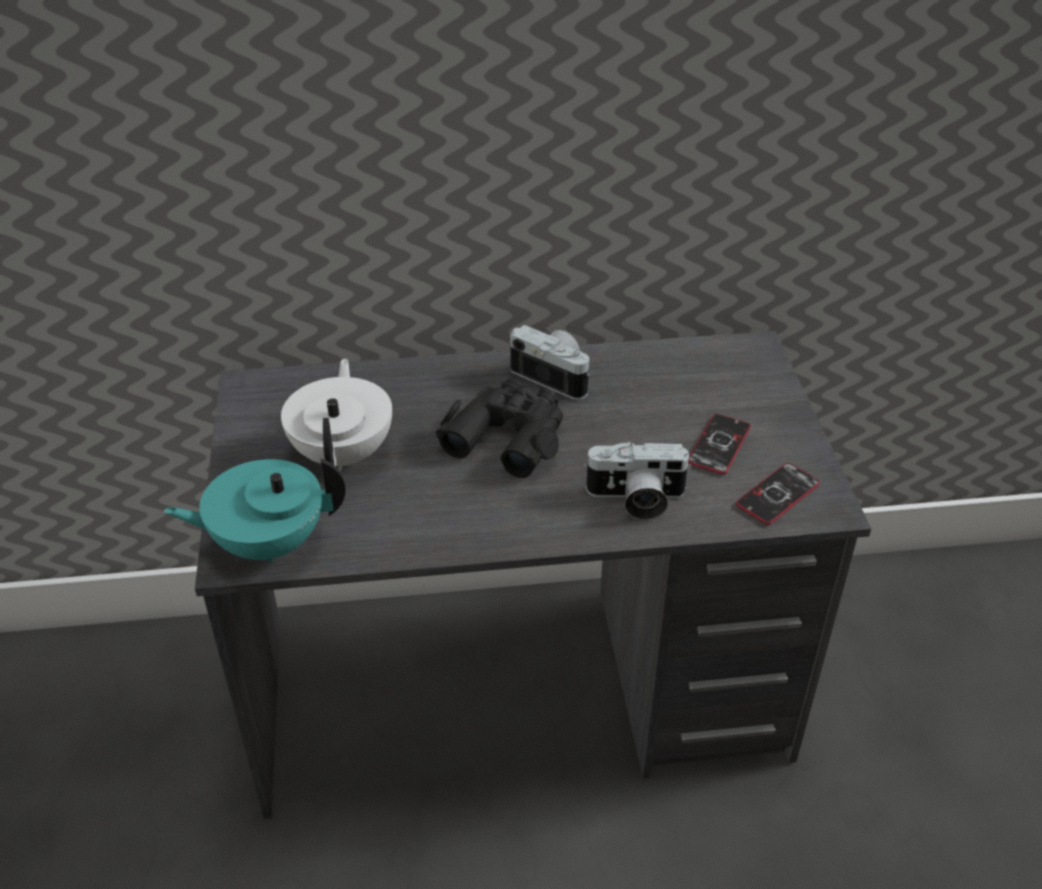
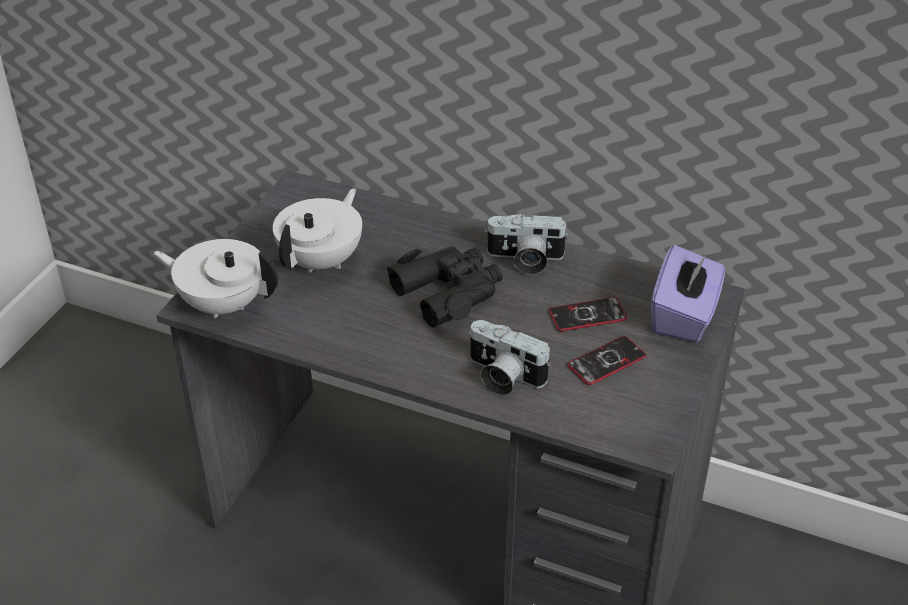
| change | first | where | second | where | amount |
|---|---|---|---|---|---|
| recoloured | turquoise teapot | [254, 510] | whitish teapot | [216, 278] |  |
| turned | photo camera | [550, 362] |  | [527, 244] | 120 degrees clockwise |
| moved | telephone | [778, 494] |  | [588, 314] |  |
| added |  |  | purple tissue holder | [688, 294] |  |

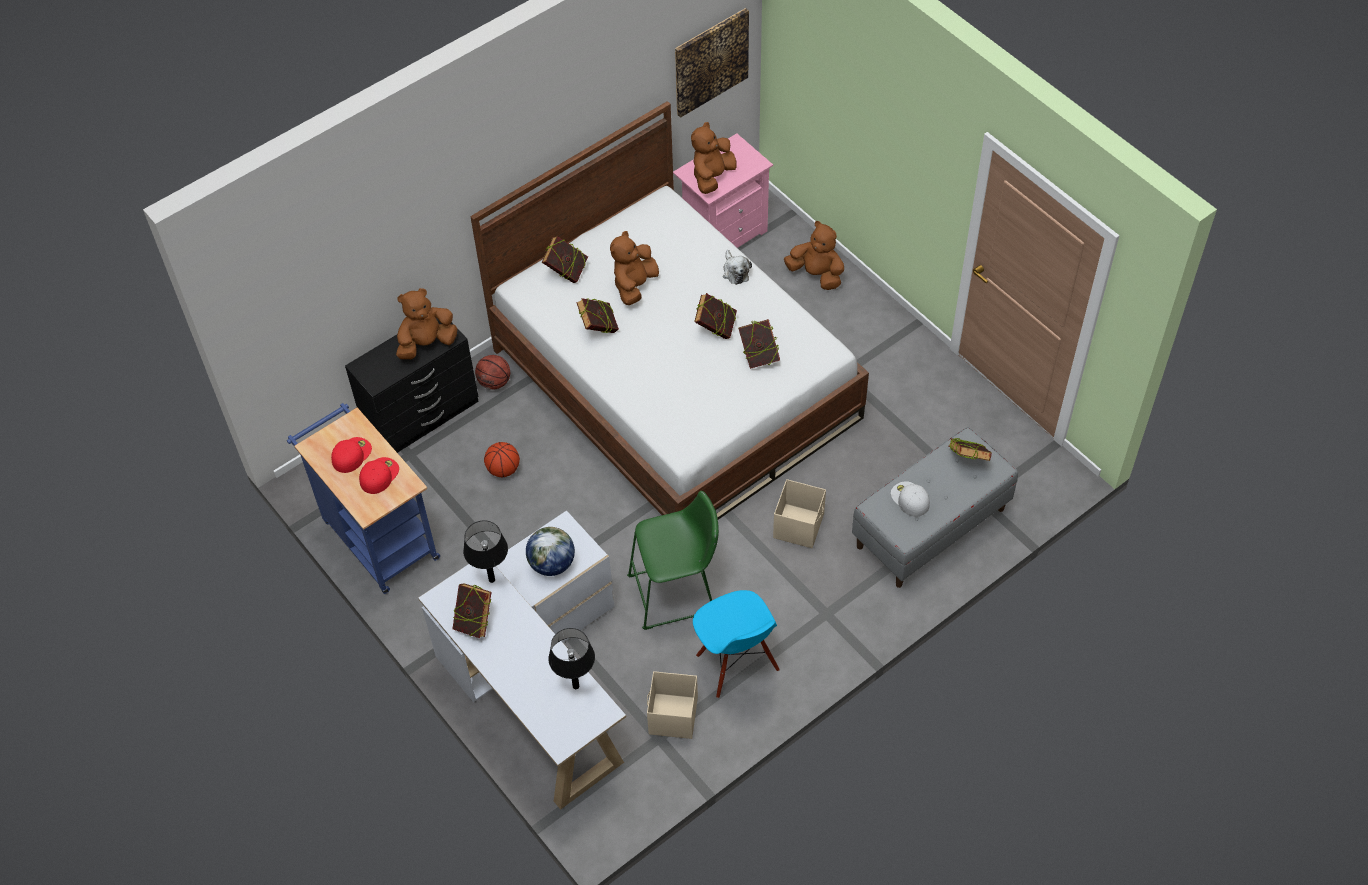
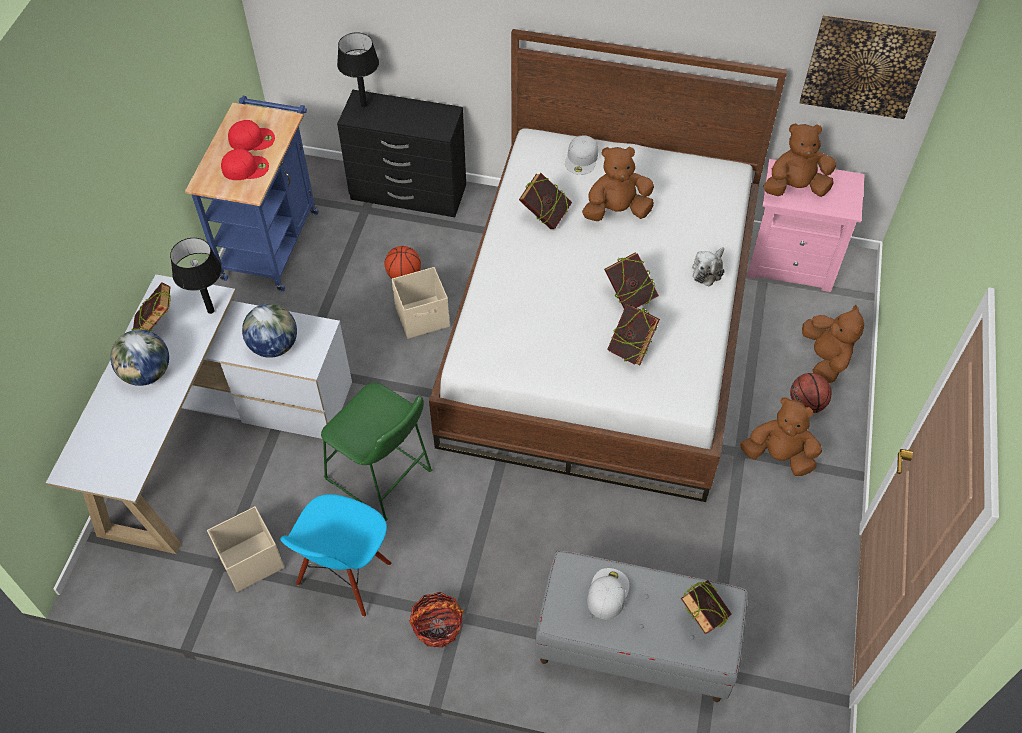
| change | first | where | second | where | amount |
|---|---|---|---|---|---|
| moved | brown cuddly toy | [426, 323] |  | [781, 436] |  |
| moved | basketball | [492, 372] |  | [811, 393] |  |
| replaced | book | [565, 259] | whitish baseball cap | [581, 155] |  |
| moved | blackish lamp for a table | [572, 658] |  | [358, 70] |  |
| moved | beige-coloured storage container | [799, 513] |  | [420, 303] |  |
| added |  |  | world globe | [139, 358] |  |
| added |  |  | storage basket | [436, 620] |  |

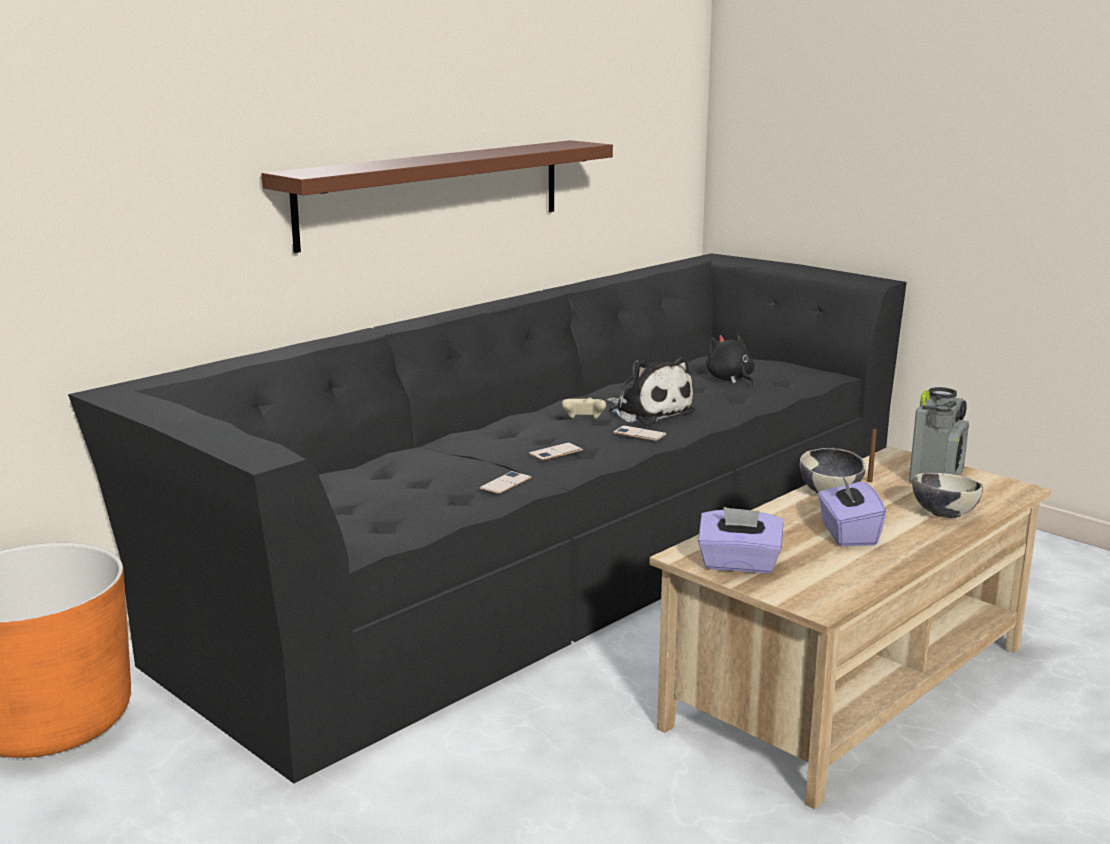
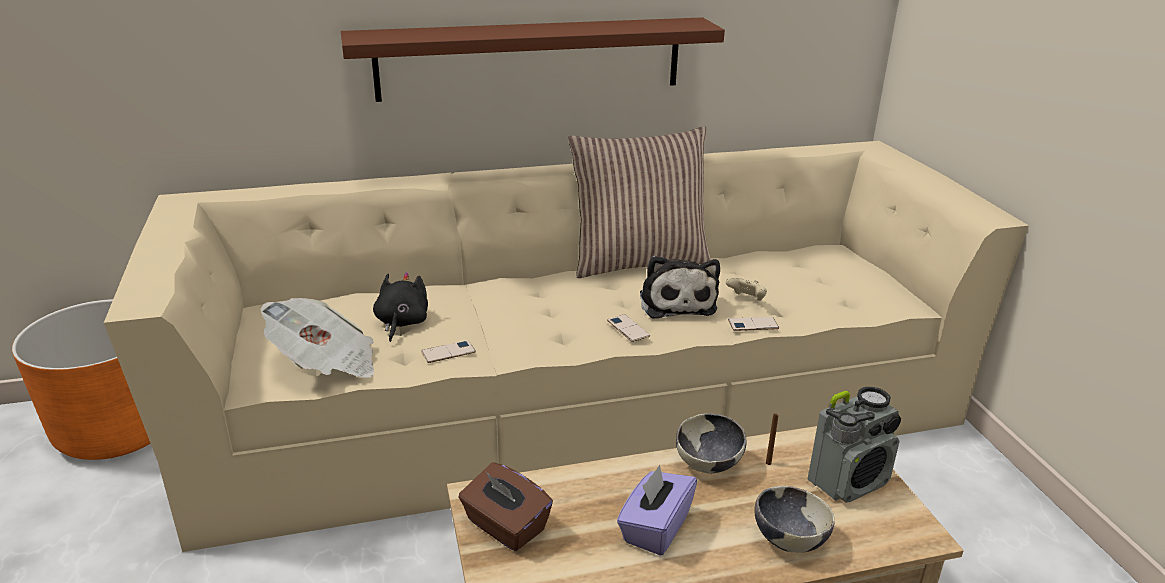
| change | first | where | second | where | amount |
|---|---|---|---|---|---|
| recoloured | blackish settee | [487, 518] | beige-coloured settee | [566, 346] |  |
| moved | telephone | [555, 452] |  | [753, 324] |  |
| moved | beige-coloured gamepad | [584, 408] |  | [746, 289] |  |
| recoloured | purple tissue holder | [741, 540] | brown tissue holder | [505, 507] |  |
| moved | blackish cuddly toy | [730, 360] |  | [400, 307] |  |
| added |  |  | newspaper | [317, 338] |  |
| added |  |  | cushion | [639, 202] |  |

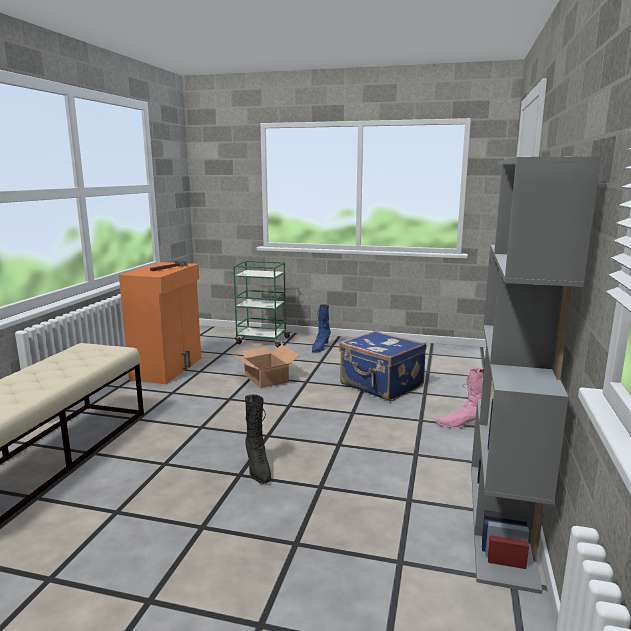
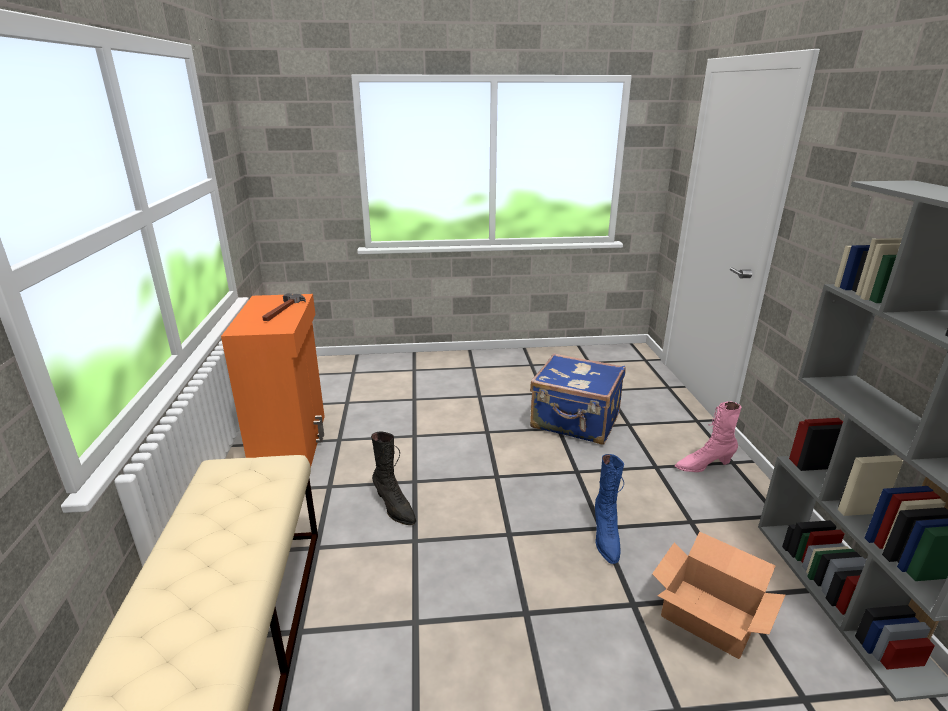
| change | first | where | second | where | amount |
|---|---|---|---|---|---|
| removed | green wheeled cart | [262, 304] |  |  |  |
| moved | packing box | [266, 366] |  | [718, 595] |  |
| moved | blackish high-top boot | [258, 439] |  | [393, 478] |  |
| moved | blue high-top boot | [321, 328] |  | [609, 509] |  |

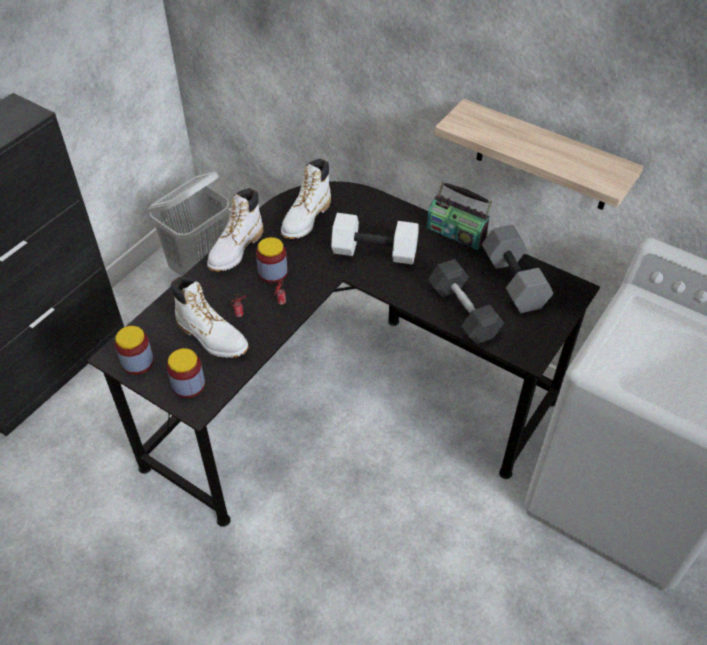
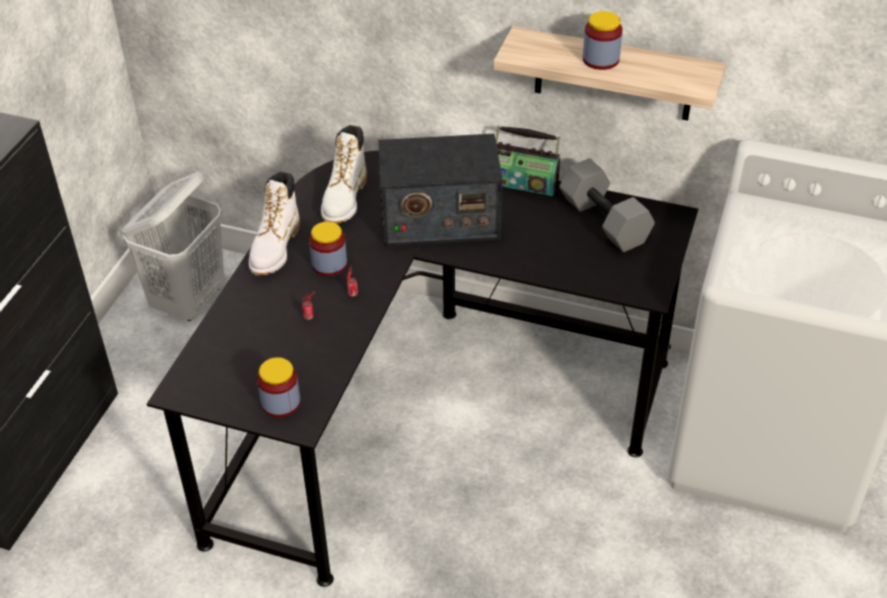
| change | first | where | second | where | amount |
|---|---|---|---|---|---|
| moved | jar | [134, 350] |  | [603, 40] |  |
| removed | whitish high-top boot | [210, 317] |  |  |  |
| replaced | whitish dumbbell | [375, 239] | radio | [440, 190] |  |
| removed | blackish dumbbell | [466, 301] |  |  |  |

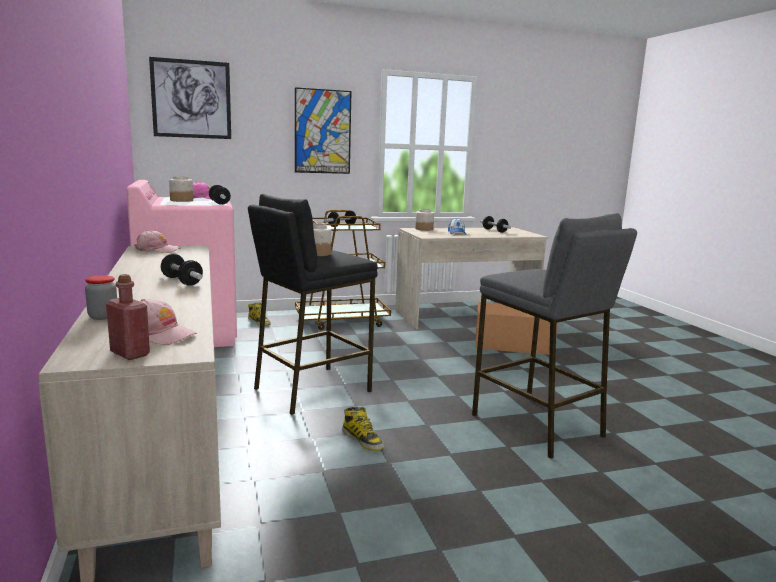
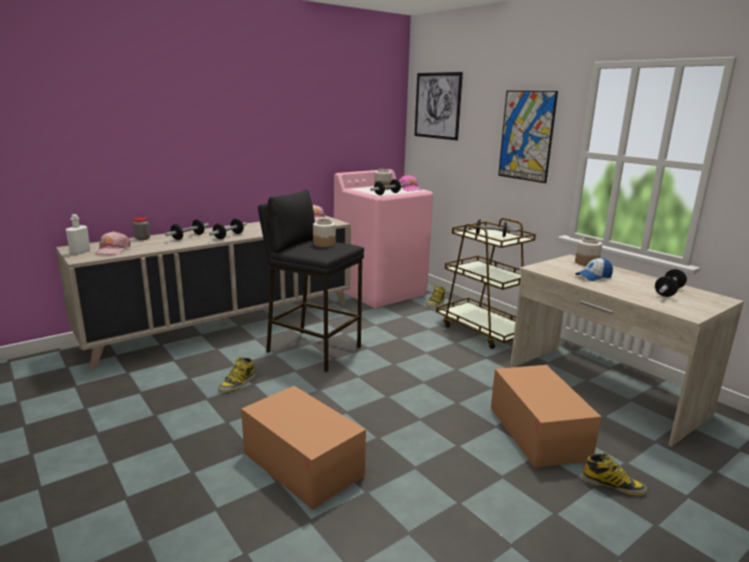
| change | first | where | second | where | amount |
|---|---|---|---|---|---|
| recoloured | red-coloured beverage bottle | [128, 317] | whitish beverage bottle | [78, 234] |  |
| replaced | grey stool | [554, 336] | packing box | [303, 448] |  |
| added |  |  | dumbbell | [187, 229] |  |
| added |  |  | high-top boot | [614, 474] |  |

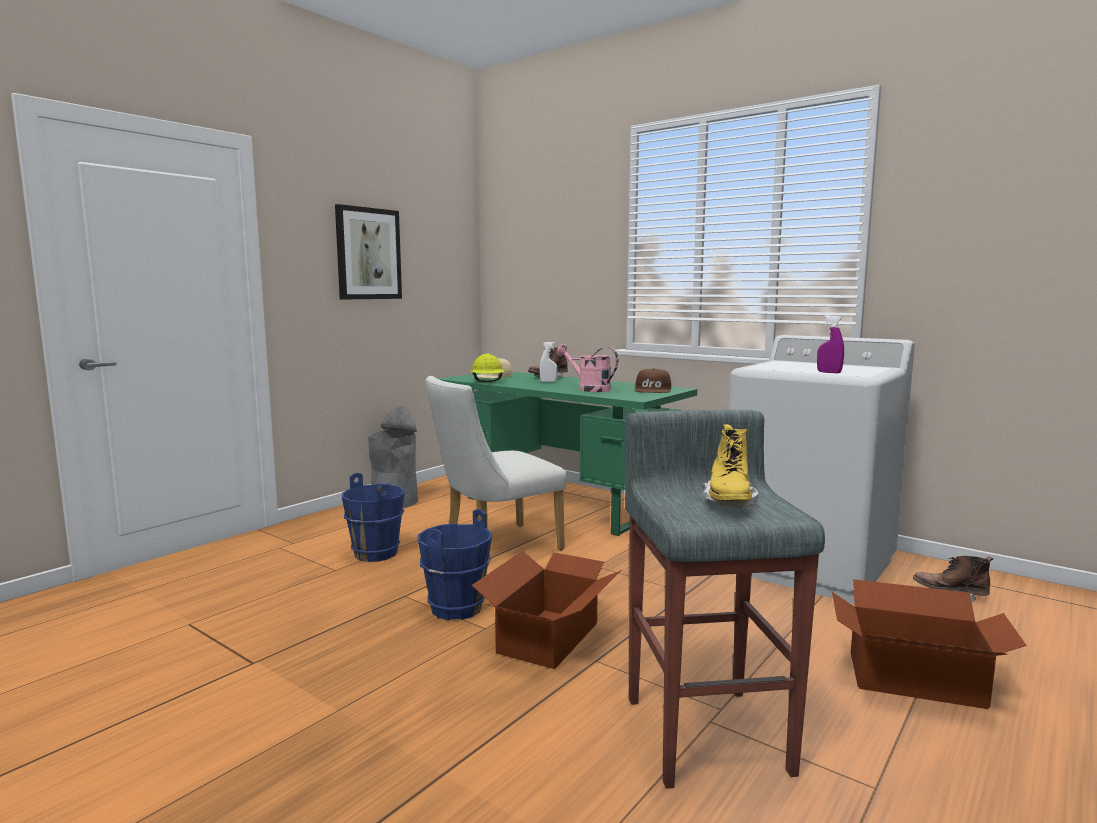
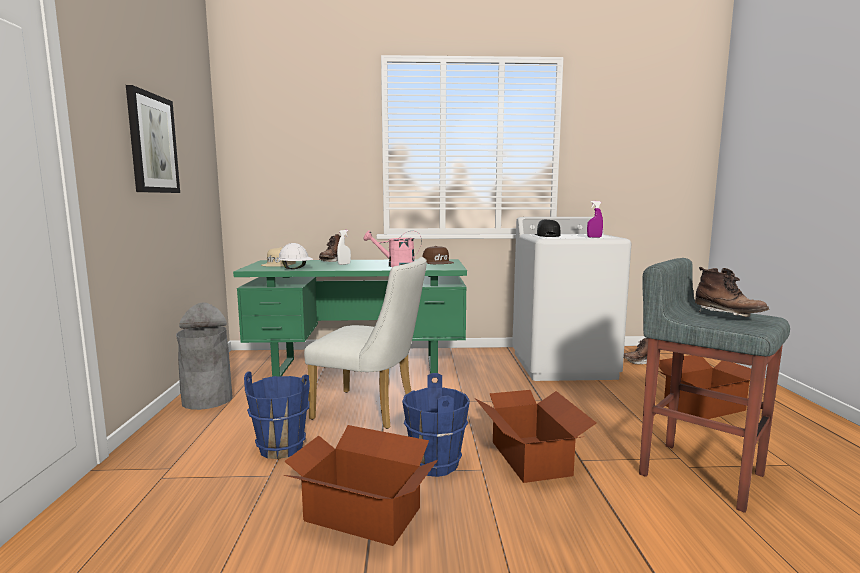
| change | first | where | second | where | amount |
|---|---|---|---|---|---|
| turned | whitish chair | [496, 463] |  | [365, 343] | 90 degrees counterclockwise |
| recoloured | yellow-coloured safety helmet | [487, 368] | whitish safety helmet | [295, 256] |  |
| recoloured | yellow-coloured high-top boot | [730, 466] | brown high-top boot | [732, 292] |  |
| added |  |  | packing box | [361, 485] |  |
| added |  |  | blackish baseball cap | [547, 228] |  |

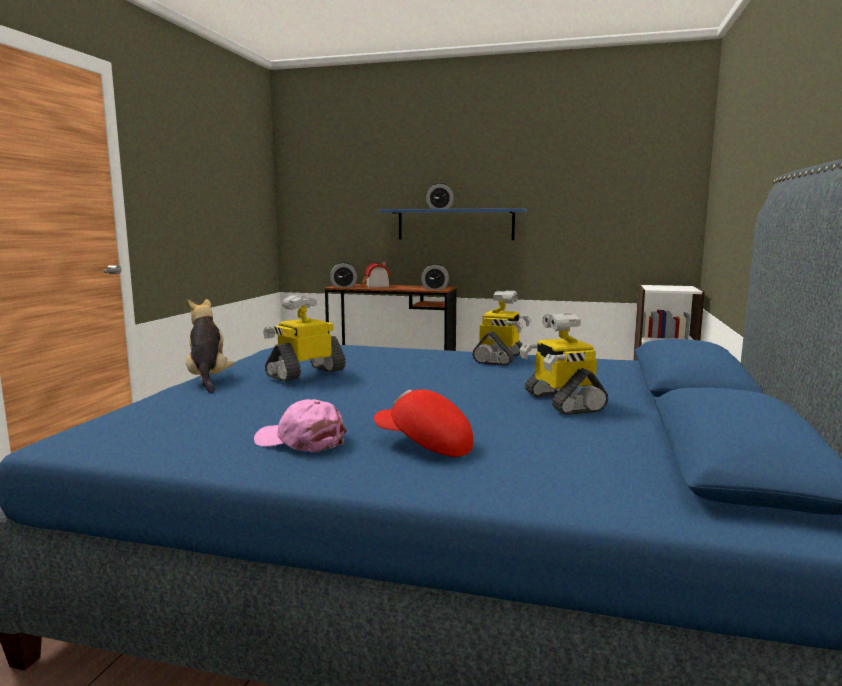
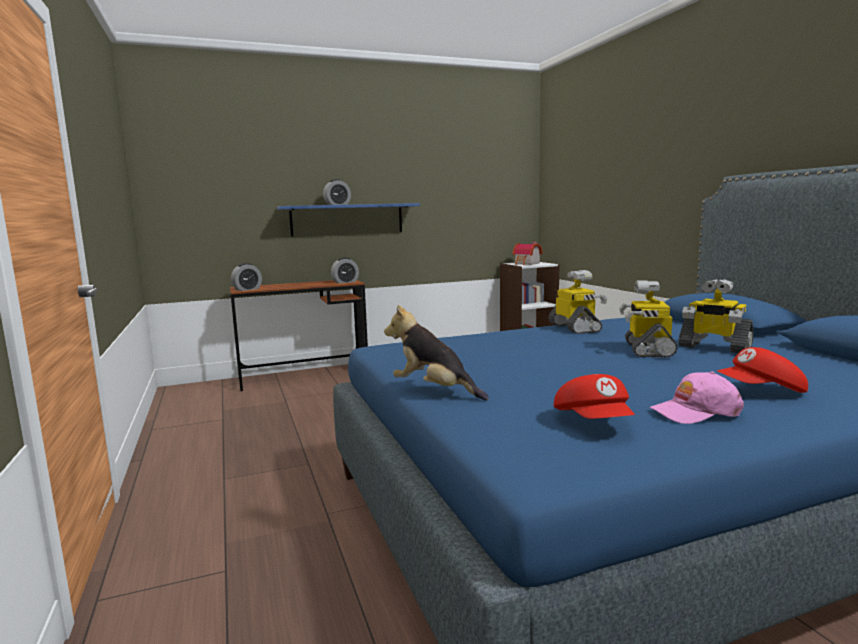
| change | first | where | second | where | amount |
|---|---|---|---|---|---|
| moved | model robot | [304, 338] |  | [648, 319] |  |
| moved | model house | [376, 275] |  | [527, 253] |  |
| added |  |  | red-coloured baseball cap | [594, 396] |  |

